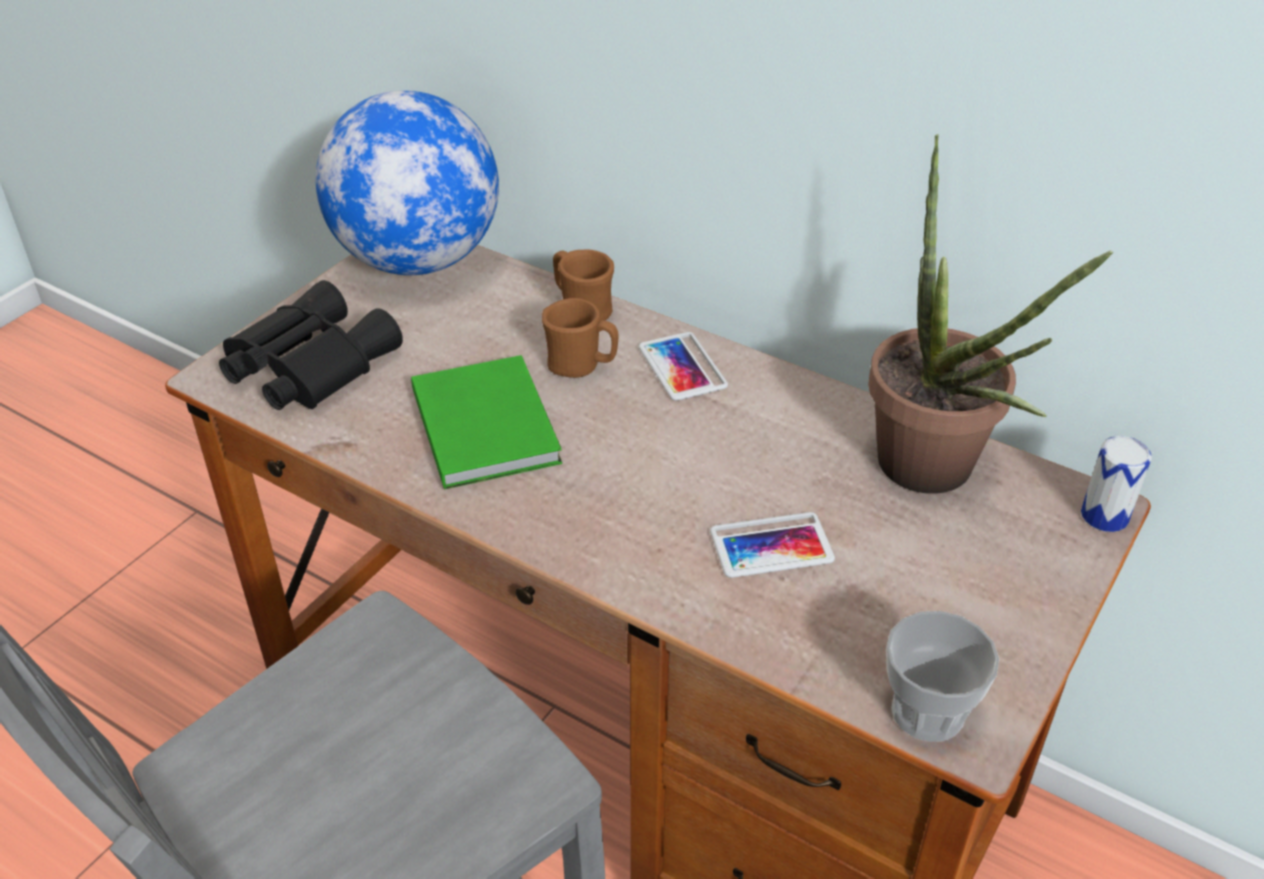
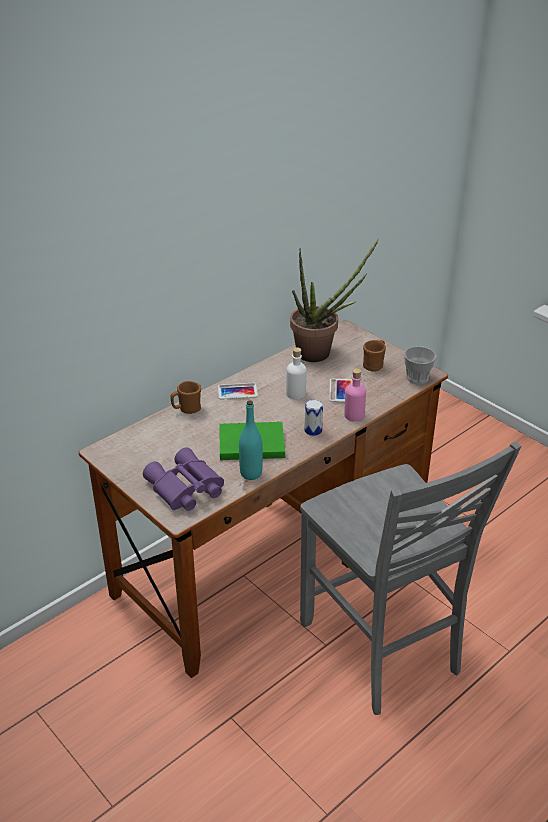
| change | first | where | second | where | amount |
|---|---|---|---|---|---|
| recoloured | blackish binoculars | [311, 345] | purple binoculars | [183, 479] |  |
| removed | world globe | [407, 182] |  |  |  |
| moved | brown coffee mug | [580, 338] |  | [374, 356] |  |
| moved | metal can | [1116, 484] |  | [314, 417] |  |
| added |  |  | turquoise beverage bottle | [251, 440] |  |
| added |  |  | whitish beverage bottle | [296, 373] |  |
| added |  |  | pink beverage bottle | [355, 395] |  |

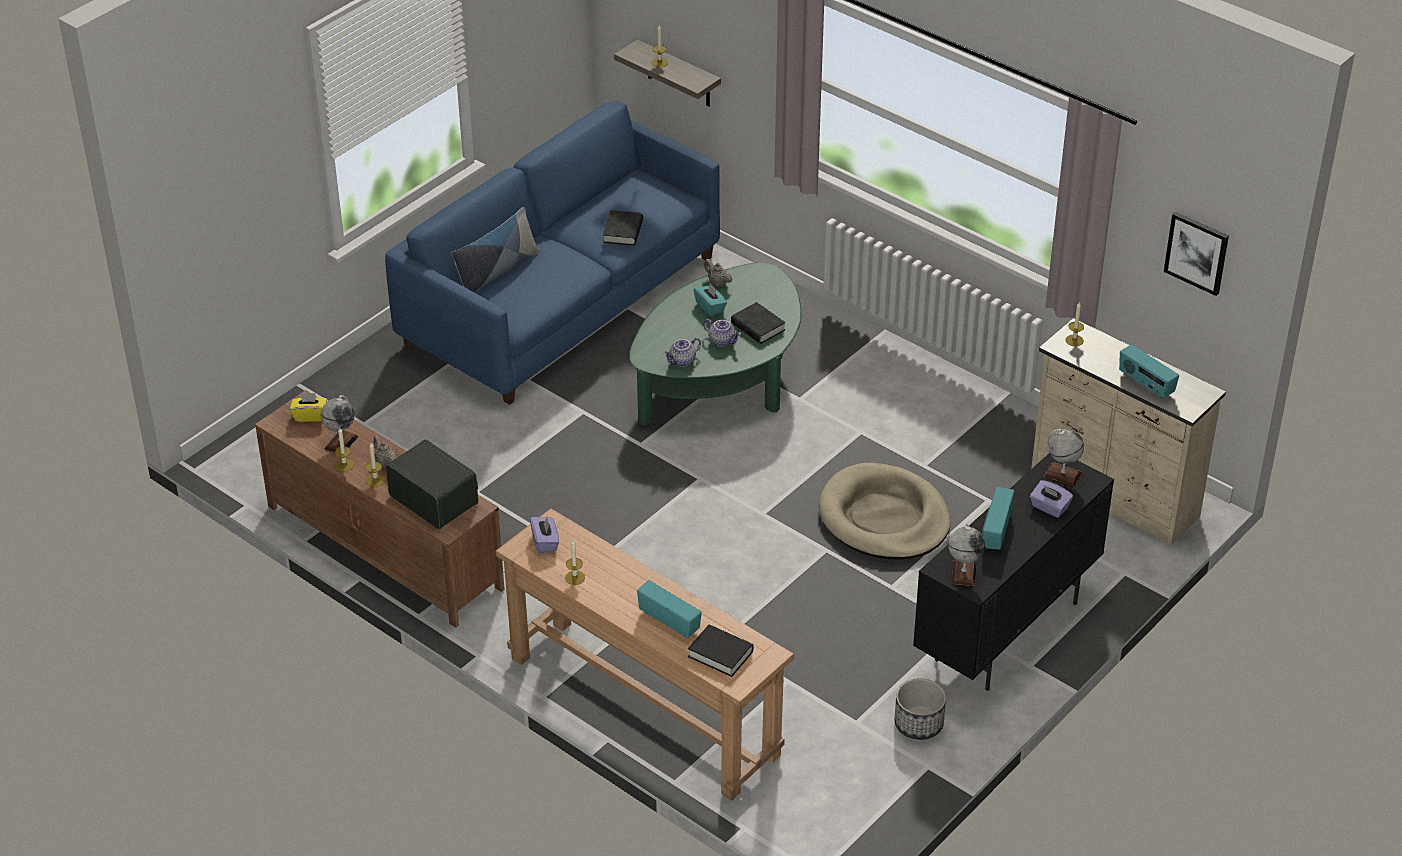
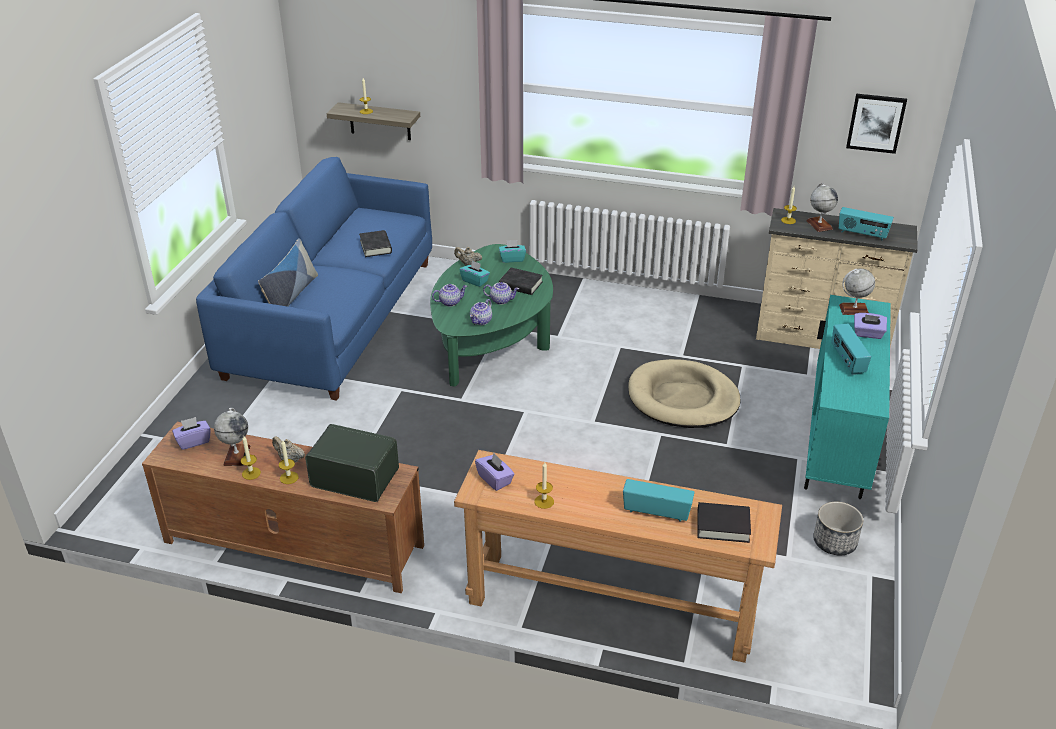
| change | first | where | second | where | amount |
|---|---|---|---|---|---|
| recoloured | yellow-coloured tissue holder | [308, 407] | purple tissue holder | [191, 433] |  |
| recoloured | blackish cabinet | [1013, 572] | turquoise cabinet | [847, 397] |  |
| moved | world globe | [966, 555] |  | [822, 207] |  |
| added |  |  | teapot | [449, 295] |  |
| added |  |  | turquoise tissue holder | [512, 251] |  |

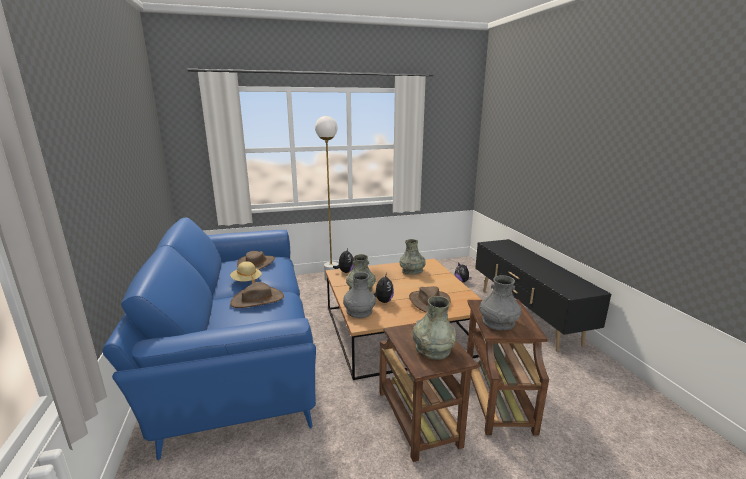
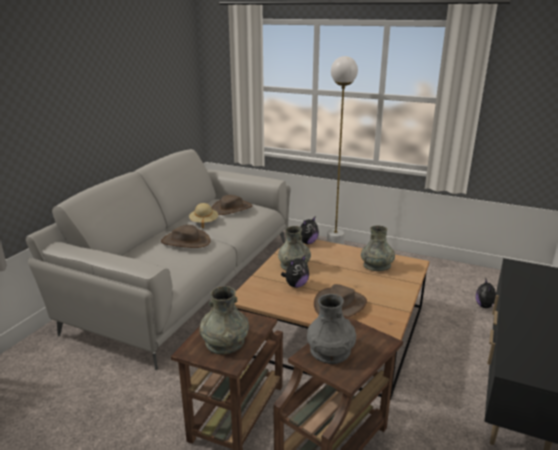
| change | first | where | second | where | amount |
|---|---|---|---|---|---|
| recoloured | blue settee | [209, 339] | grey settee | [158, 259] |  |
| removed | grey flower vase | [359, 295] |  |  |  |

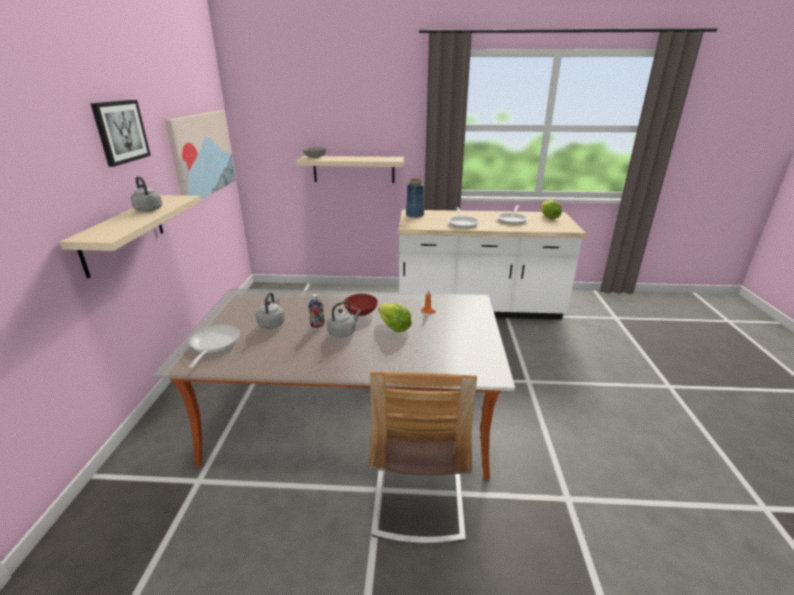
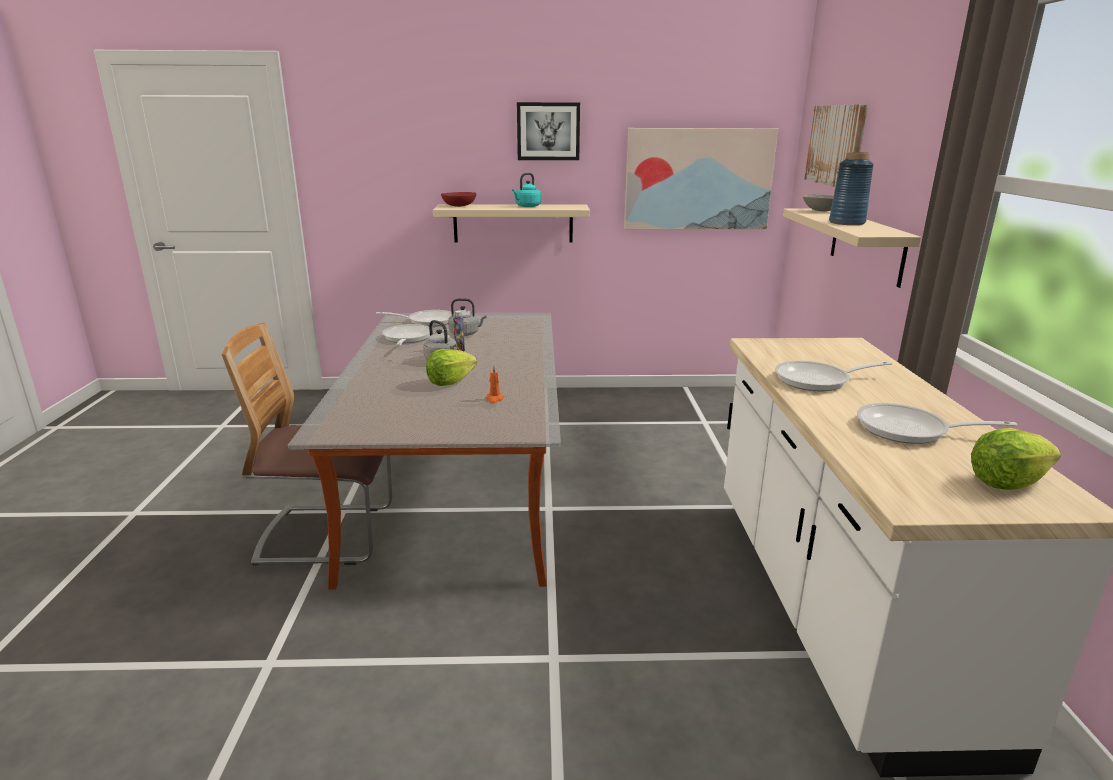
| change | first | where | second | where | amount |
|---|---|---|---|---|---|
| recoloured | grey tea kettle | [146, 194] | turquoise tea kettle | [526, 190] |  |
| moved | red-coloured bowl | [361, 305] |  | [459, 199] |  |
| moved | blue flower vase | [415, 198] |  | [851, 188] |  |
| added |  |  | frying pan | [407, 335] |  |
| added |  |  | picture | [836, 145] |  |

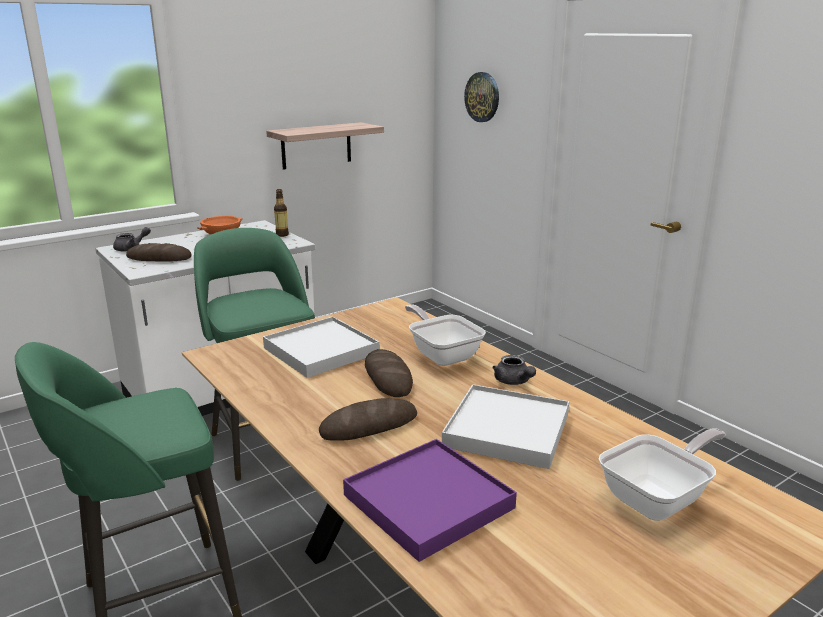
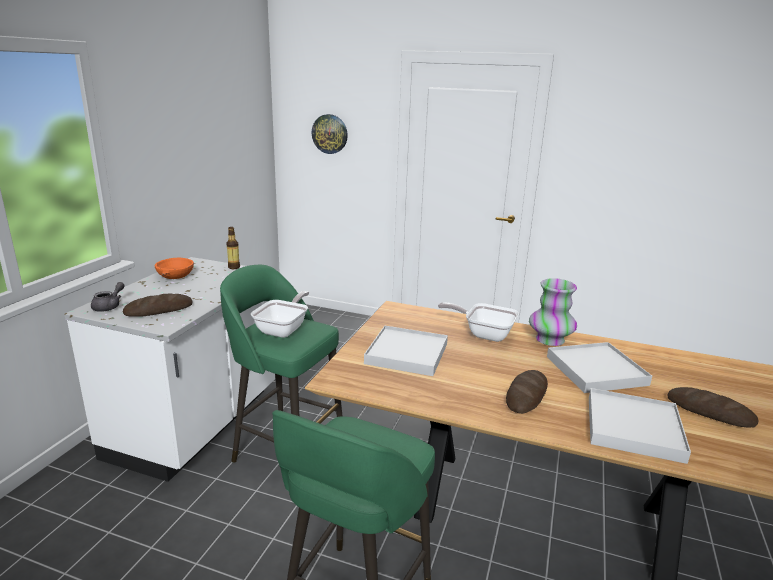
| change | first | where | second | where | amount |
|---|---|---|---|---|---|
| removed | wall shelf | [325, 146] |  |  |  |
| recoloured | purple tray | [430, 500] | whitish tray | [640, 426] |  |
| moved | baked bread | [389, 373] |  | [713, 407] |  |
| replaced | grey teapot | [514, 370] | flower vase | [553, 312] |  |
| moved | frying pan | [662, 474] |  | [280, 314] |  |

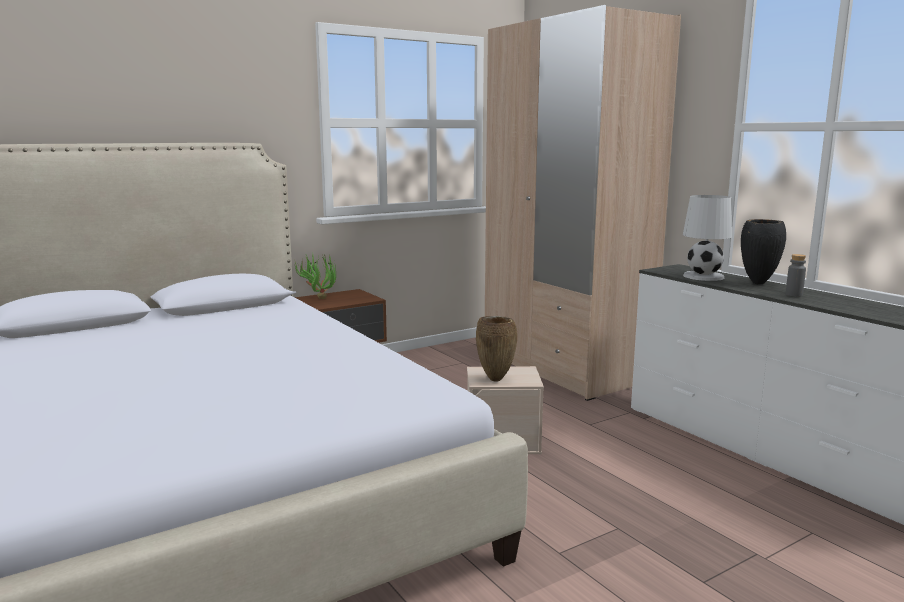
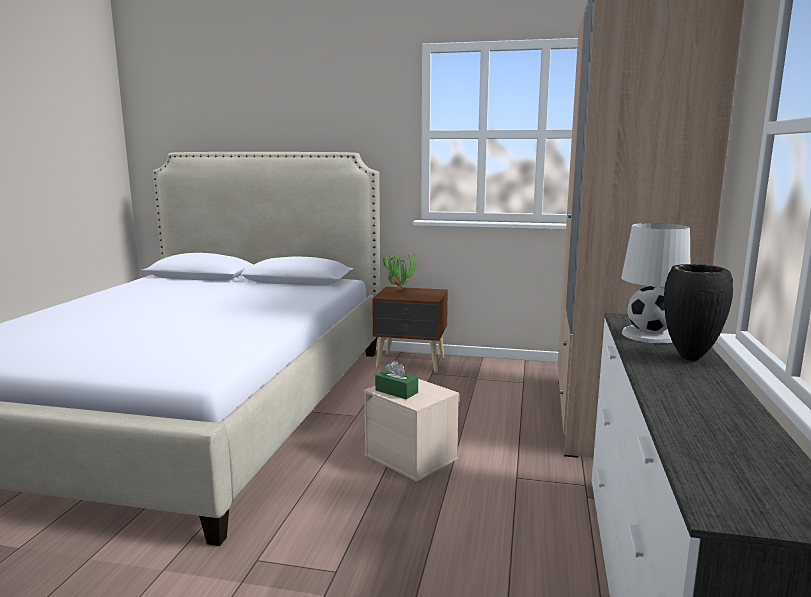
| change | first | where | second | where | amount |
|---|---|---|---|---|---|
| replaced | brown flower vase | [496, 349] | green tissue holder | [396, 379] |  |
| removed | grey beverage bottle | [796, 275] |  |  |  |

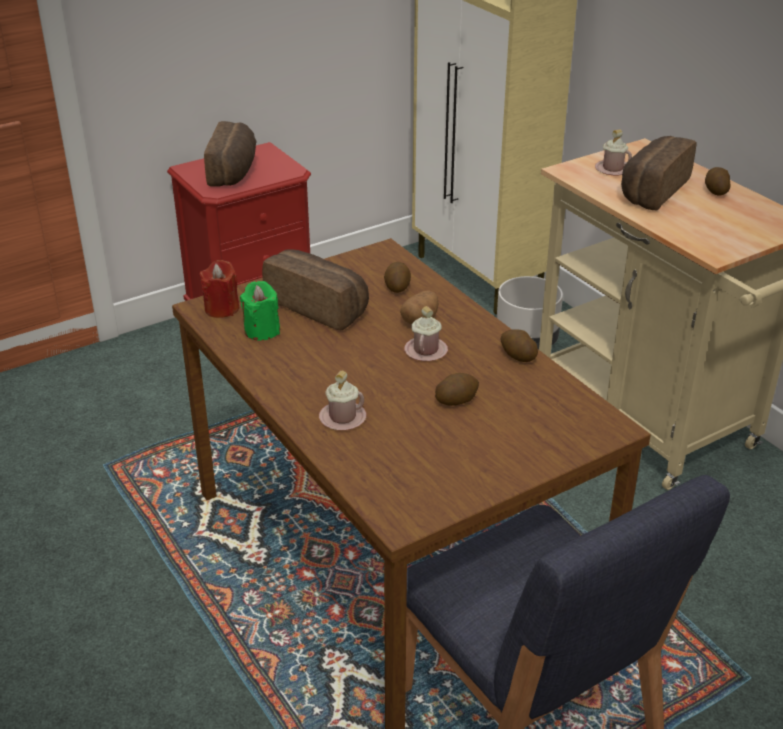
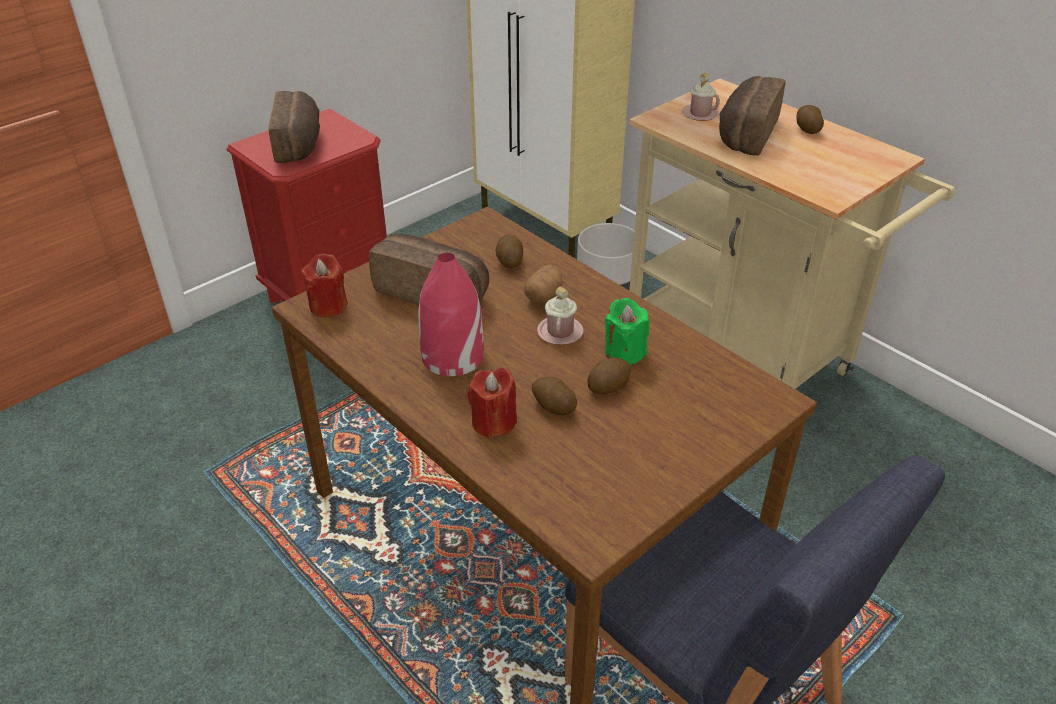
| change | first | where | second | where | amount |
|---|---|---|---|---|---|
| moved | green candle | [260, 311] |  | [627, 331] |  |
| replaced | pink coffee mug | [342, 400] | red-coloured candle | [492, 403] |  |
| moved | spud | [519, 345] |  | [554, 396] |  |
| added |  |  | red-coloured flower vase | [451, 314] |  |

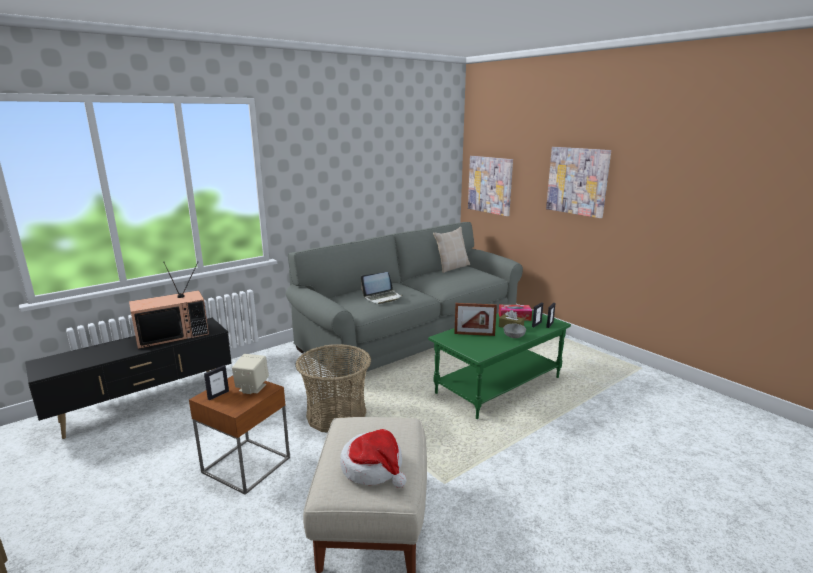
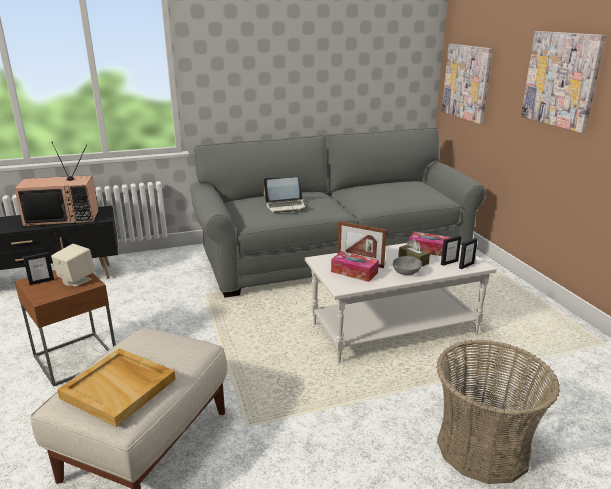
| change | first | where | second | where | amount |
|---|---|---|---|---|---|
| moved | storage basket | [333, 388] |  | [498, 411] |  |
| replaced | wearable hat | [373, 458] | beige-coloured tray | [116, 387] |  |
| recoloured | green coffee table | [499, 364] | whitish coffee table | [401, 303] |  |
| removed | beige-coloured cushion | [451, 250] |  |  |  |
| added |  |  | tissue holder | [355, 266] |  |

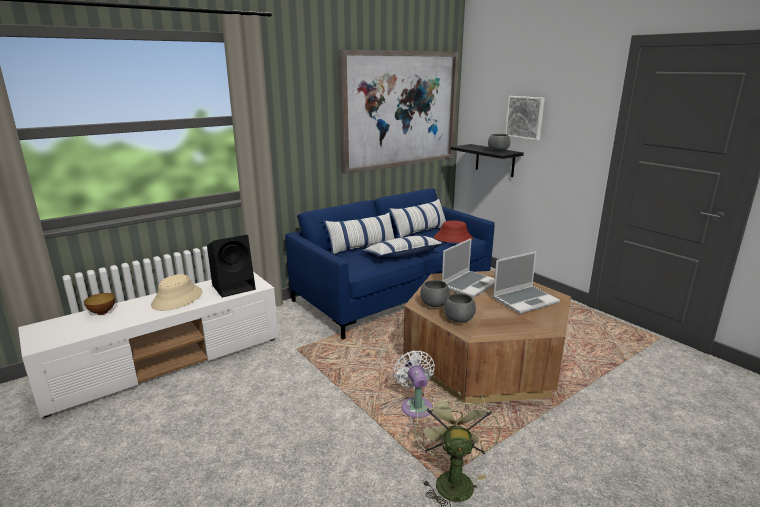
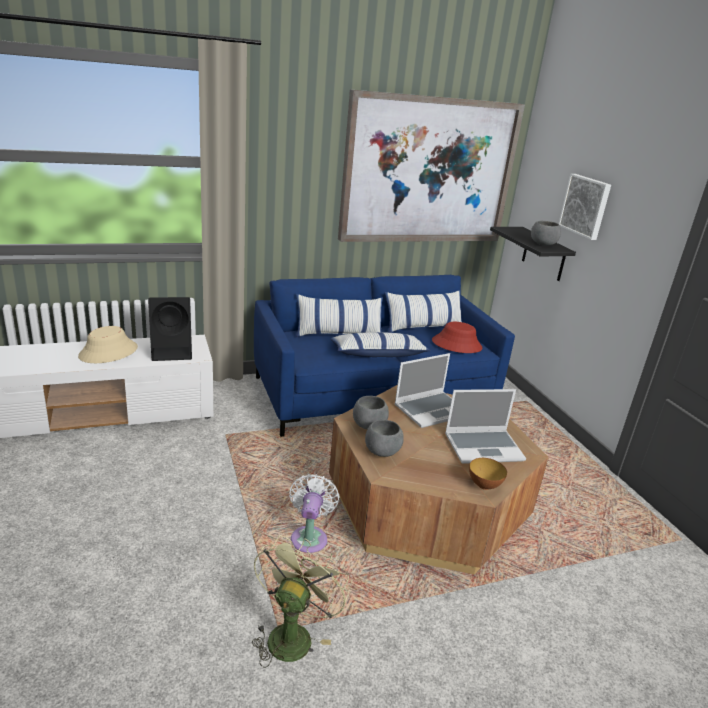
| change | first | where | second | where | amount |
|---|---|---|---|---|---|
| moved | bowl | [99, 304] |  | [488, 474] |  |

